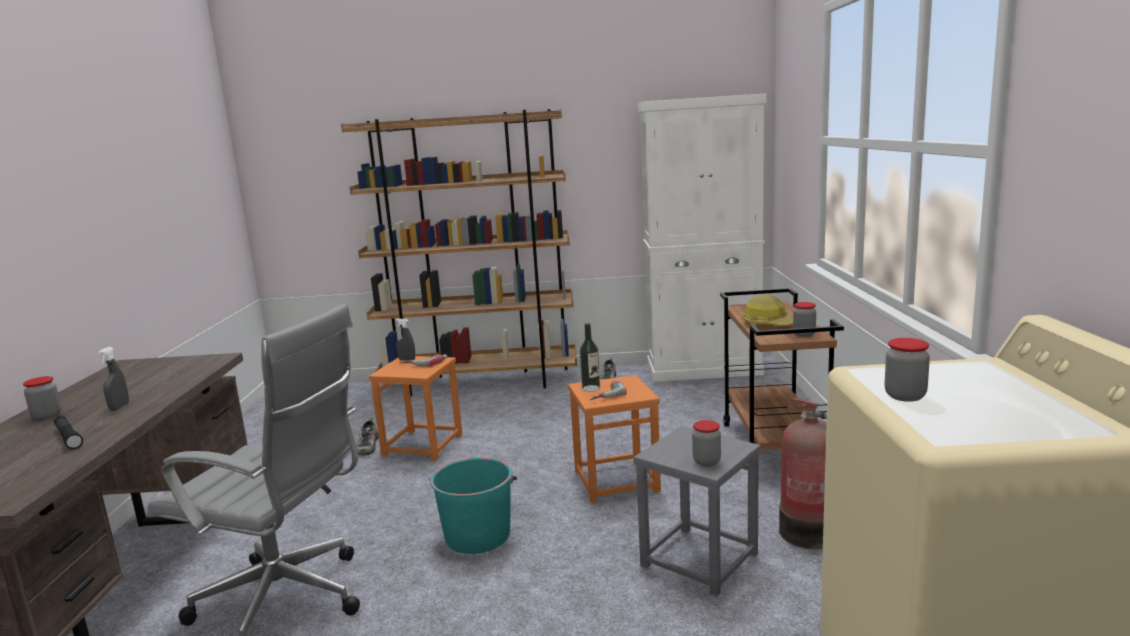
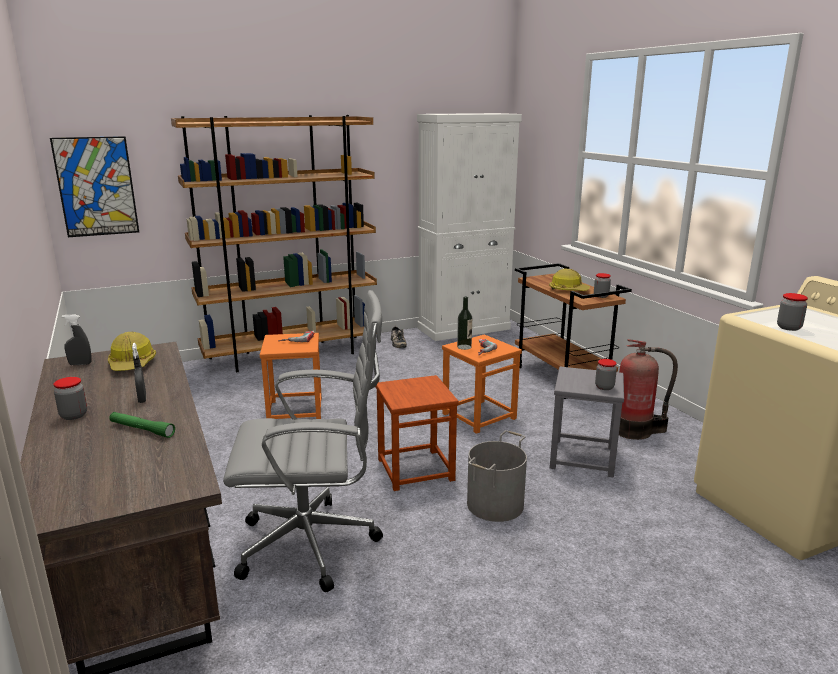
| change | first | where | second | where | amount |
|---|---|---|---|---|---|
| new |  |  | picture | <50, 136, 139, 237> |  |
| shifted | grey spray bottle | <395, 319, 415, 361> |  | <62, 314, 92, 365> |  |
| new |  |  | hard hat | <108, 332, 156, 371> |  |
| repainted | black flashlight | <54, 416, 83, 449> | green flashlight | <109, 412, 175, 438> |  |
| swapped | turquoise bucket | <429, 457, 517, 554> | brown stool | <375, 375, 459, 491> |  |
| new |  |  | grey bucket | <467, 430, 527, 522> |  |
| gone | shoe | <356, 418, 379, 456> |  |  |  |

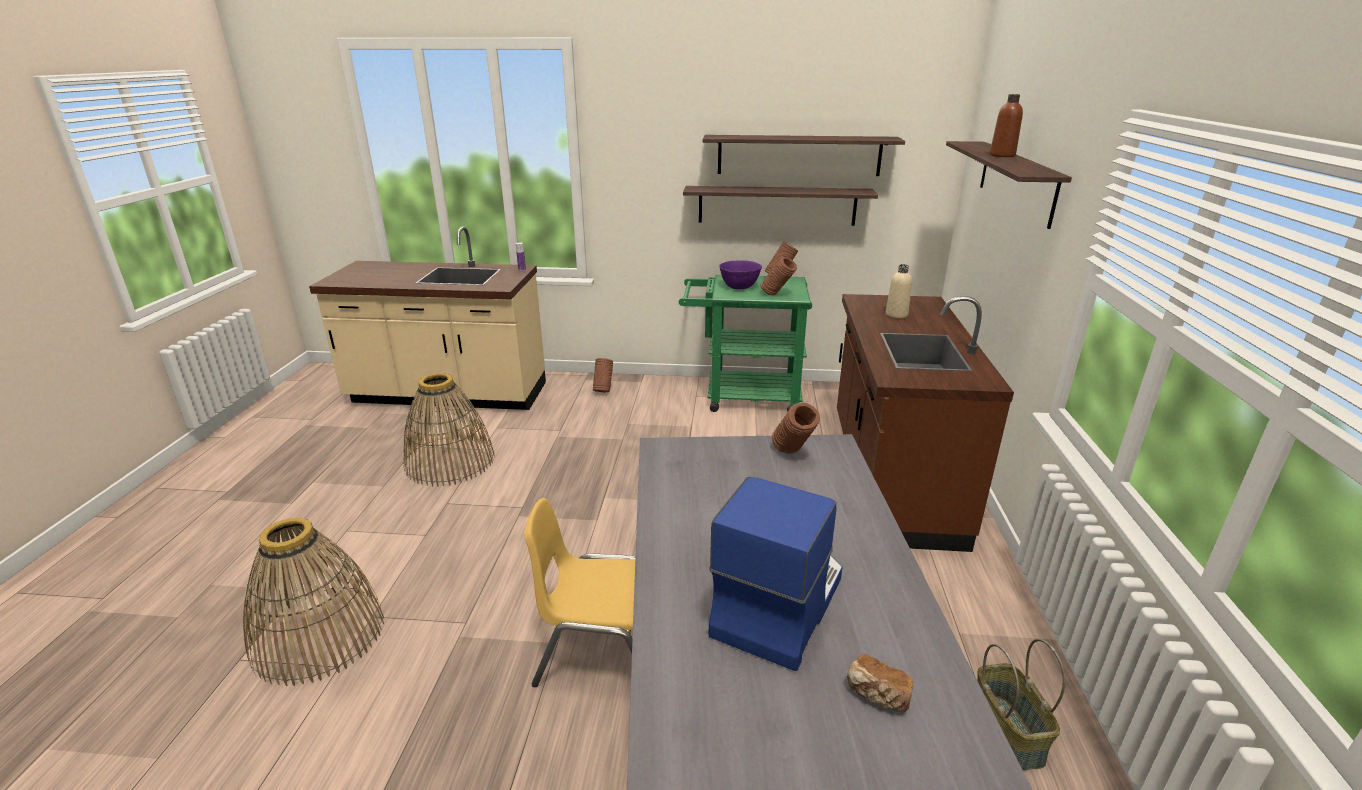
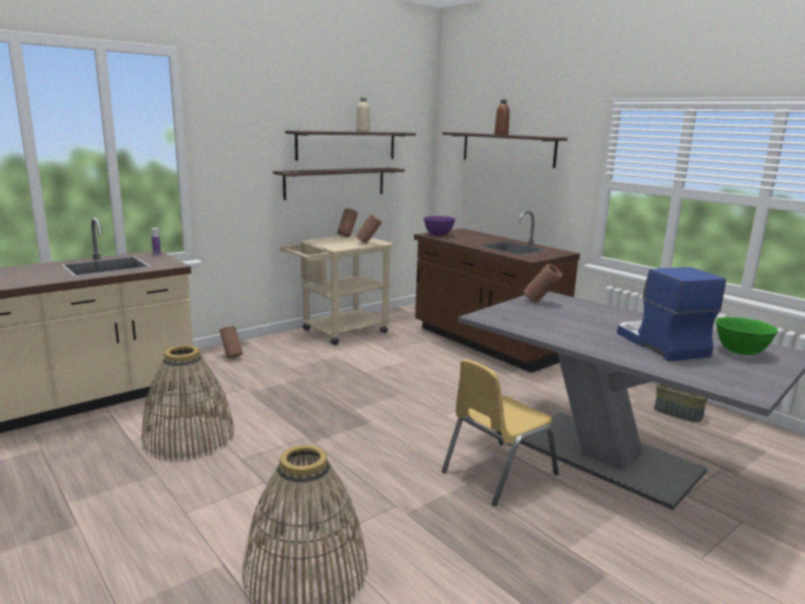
| change | first | where | second | where | amount |
|---|---|---|---|---|---|
| repainted | green cart | <679, 275, 812, 412> | beige cart | <280, 234, 394, 345> |  |
| shifted | beige bottle | <886, 264, 912, 318> |  | <356, 98, 370, 132> |  |
| shifted | purple bowl | <719, 260, 762, 289> |  | <424, 216, 455, 236> |  |
| swapped | bread | <847, 654, 913, 712> | green bowl | <716, 317, 778, 355> |  |

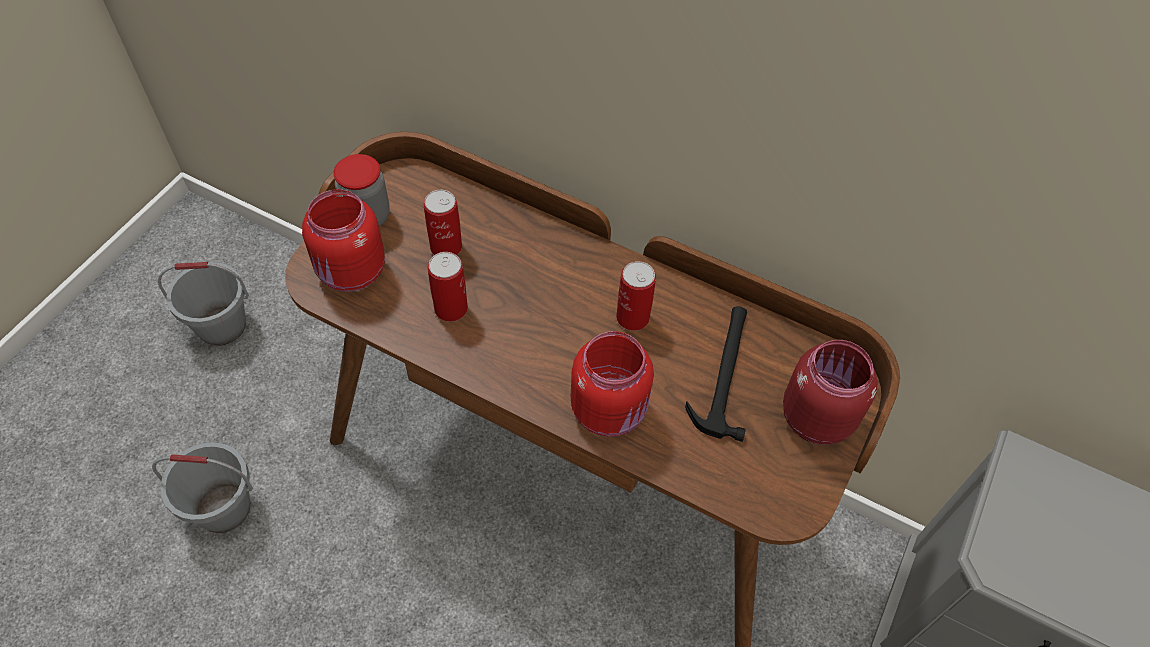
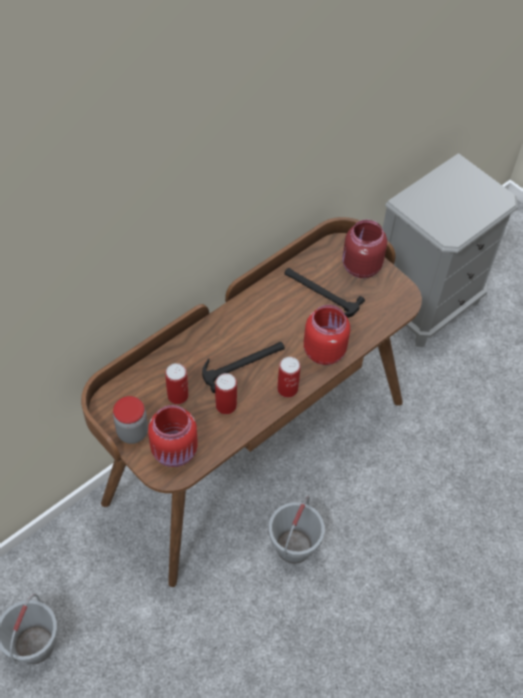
| change | first | where | second | where | amount |
|---|---|---|---|---|---|
| new |  |  | hammer | <202, 342, 285, 393> |  |
| shifted | grey bucket | <152, 442, 253, 533> |  | <268, 496, 325, 563> |  |
| shifted | can | <616, 261, 656, 331> |  | <277, 357, 300, 398> |  |

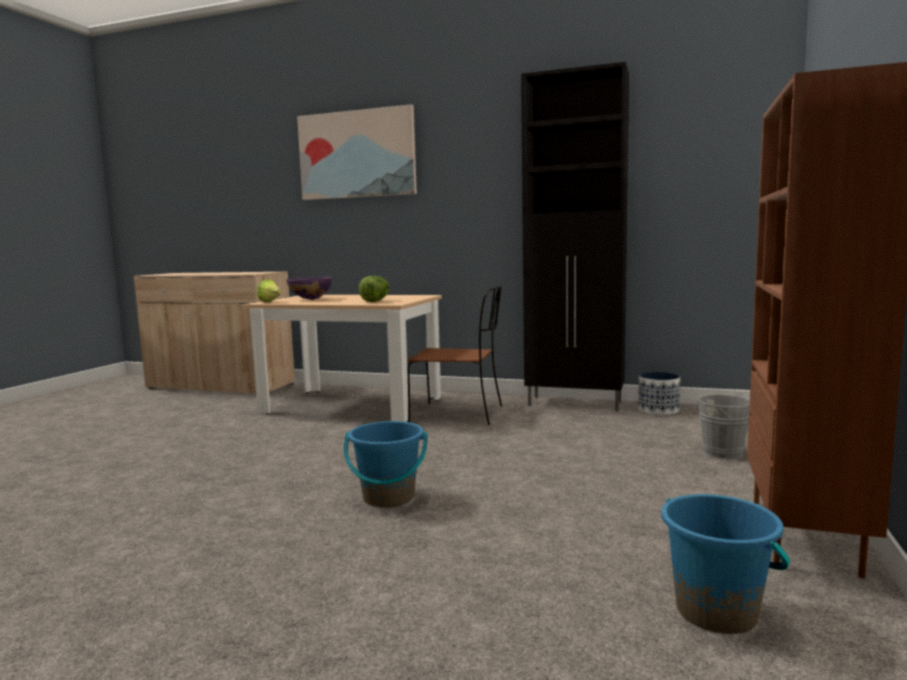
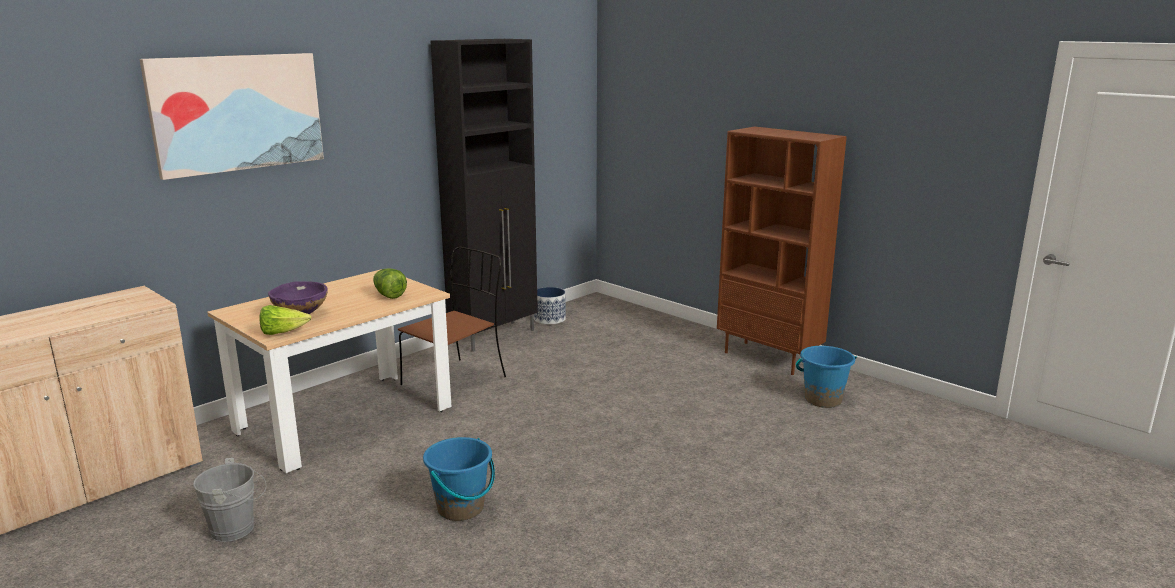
| change | first | where | second | where | amount |
|---|---|---|---|---|---|
| shifted | grey bucket | <698, 391, 750, 459> |  | <193, 458, 266, 542> |  |
| shifted | blue bucket | <344, 421, 428, 508> |  | <423, 437, 495, 521> |  |

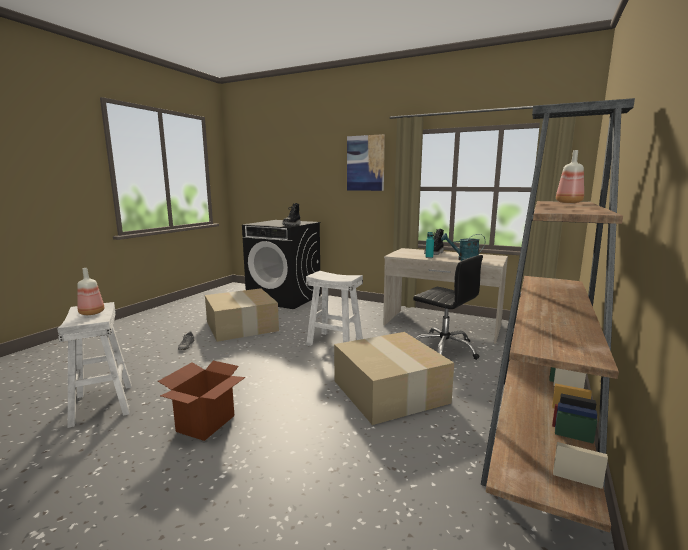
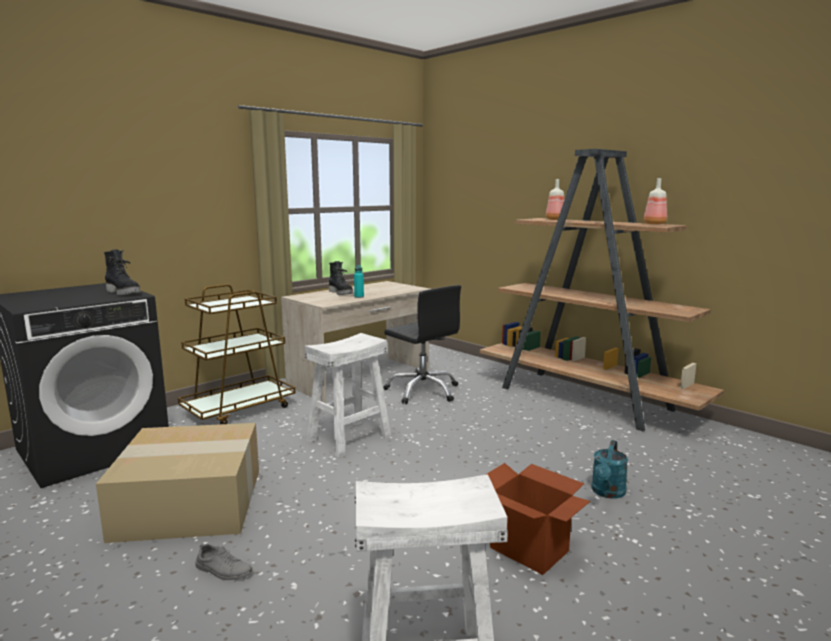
| change | first | where | second | where | amount |
|---|---|---|---|---|---|
| new |  |  | brown cart | <178, 284, 295, 424> |  |
| rotated | black office chair | <413, 255, 483, 360> |  | <384, 285, 461, 404> | 75 degrees clockwise |
| shifted | turquoise watering can | <441, 233, 485, 261> |  | <591, 440, 628, 499> |  |
| shifted | bottle | <77, 268, 104, 315> |  | <644, 178, 667, 225> |  |
| gone | cardboard box | <334, 332, 454, 425> |  |  |  |
| gone | picture | <347, 134, 385, 191> |  |  |  |

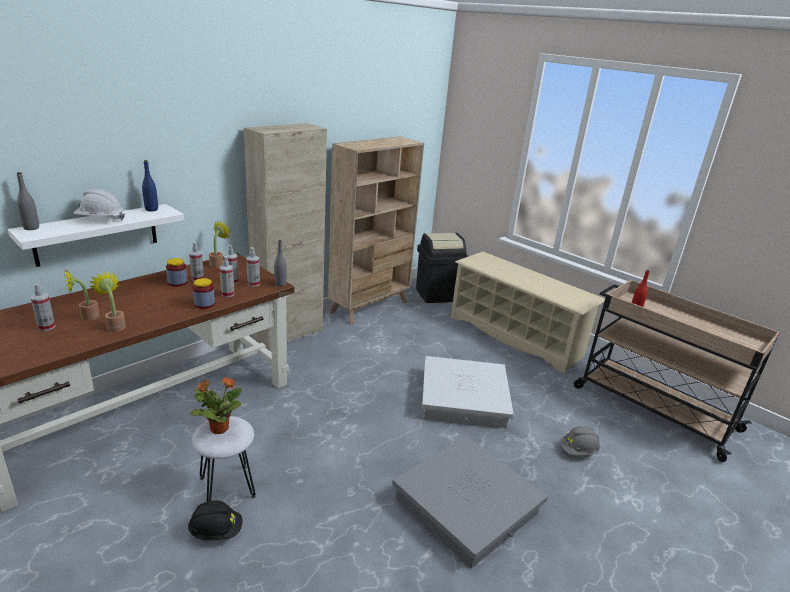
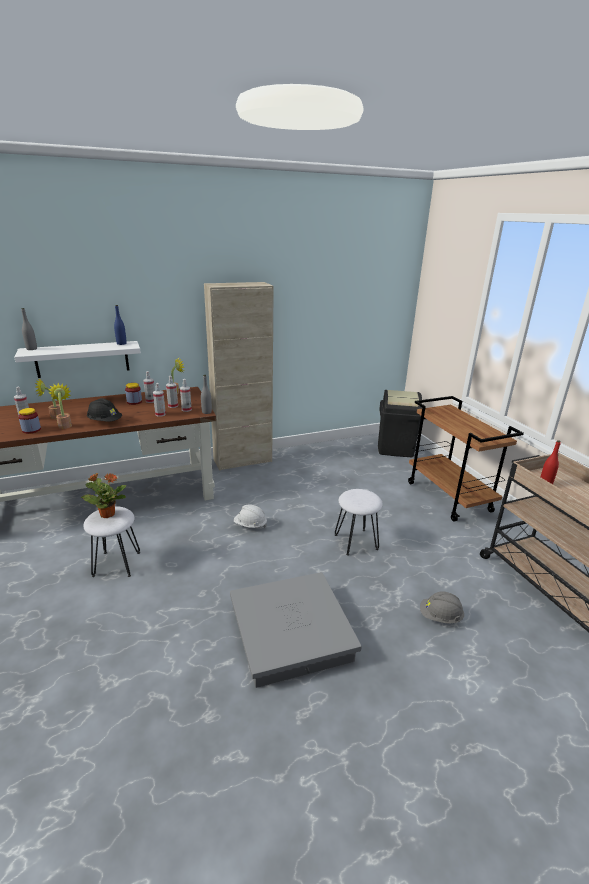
| change | first | where | second | where | amount |
|---|---|---|---|---|---|
| shifted | jar | <192, 278, 215, 309> |  | <18, 408, 41, 434> |  |
| shifted | black hard hat | <188, 500, 242, 541> |  | <87, 398, 122, 422> |  |
| shifted | white hard hat | <73, 189, 125, 220> |  | <234, 505, 267, 529> |  |
| swapped | white storage box | <422, 356, 514, 428> | white stool | <335, 489, 383, 556> |  |
| swapped | beige shoe rack | <451, 252, 605, 373> | brown cart | <408, 396, 524, 522> |  |
| gone | beige bookcase | <328, 137, 424, 325> |  |  |  |

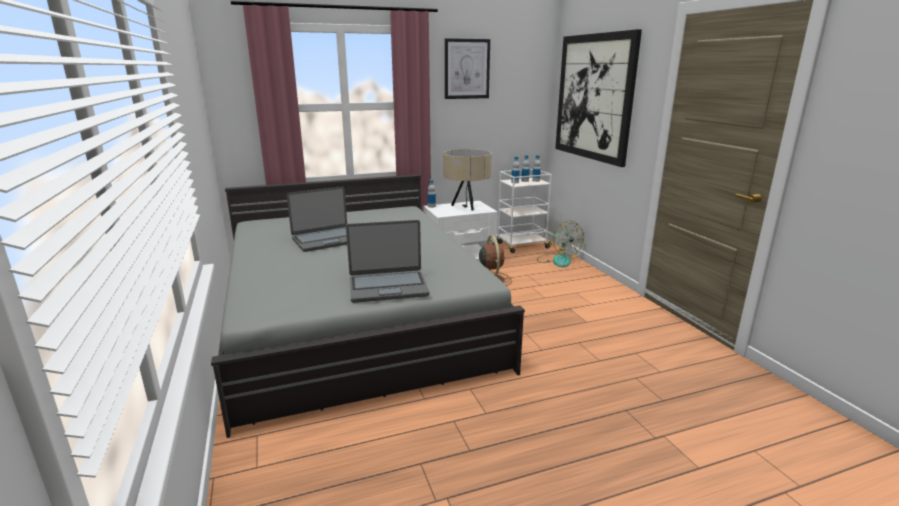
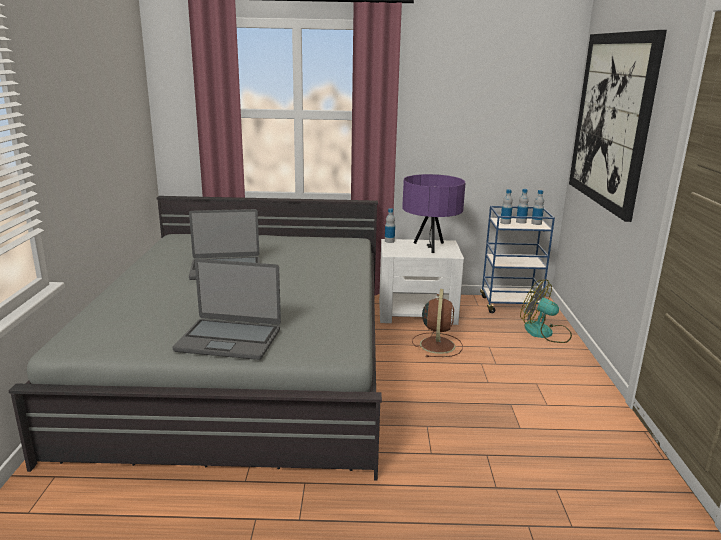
| change | first | where | second | where | amount |
|---|---|---|---|---|---|
| repainted | beige table lamp | <443, 149, 492, 211> | purple table lamp | <402, 174, 465, 253> |  |
| repainted | white cart | <496, 169, 552, 253> | blue cart | <480, 206, 555, 313> |  |
| rotated | fan | <537, 221, 584, 267> |  | <520, 279, 572, 343> | 135 degrees clockwise |
| gone | picture | <445, 38, 490, 99> |  |  |  |

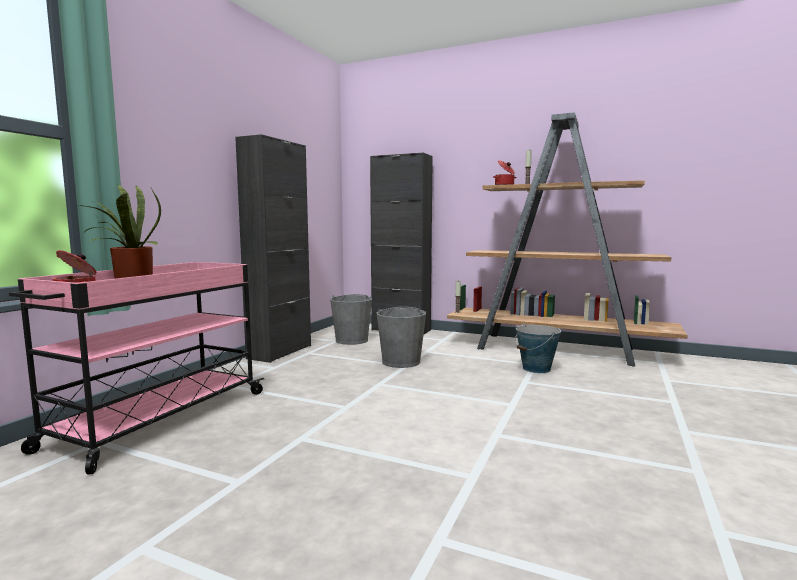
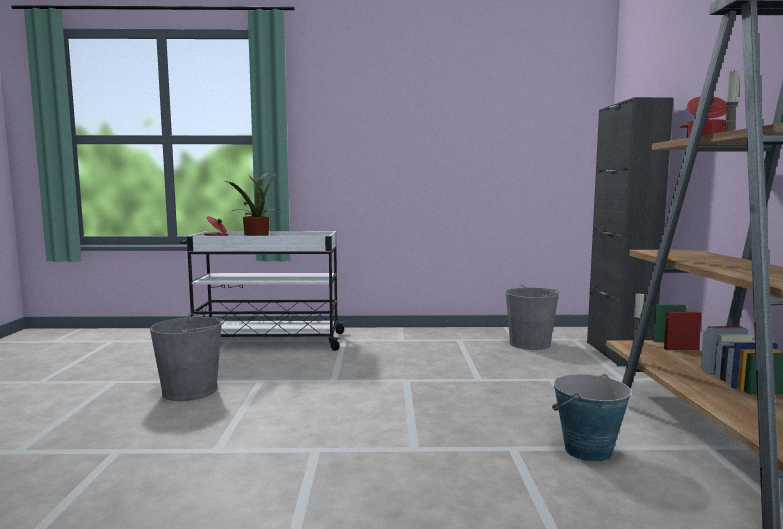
| change | first | where | second | where | amount |
|---|---|---|---|---|---|
| shifted | grey bucket | <377, 307, 426, 368> |  | <150, 313, 224, 401> |  |
| repainted | pink cart | <9, 262, 264, 475> | white cart | <180, 231, 345, 351> |  |
| gone | black cabinet | <235, 134, 311, 363> |  |  |  |

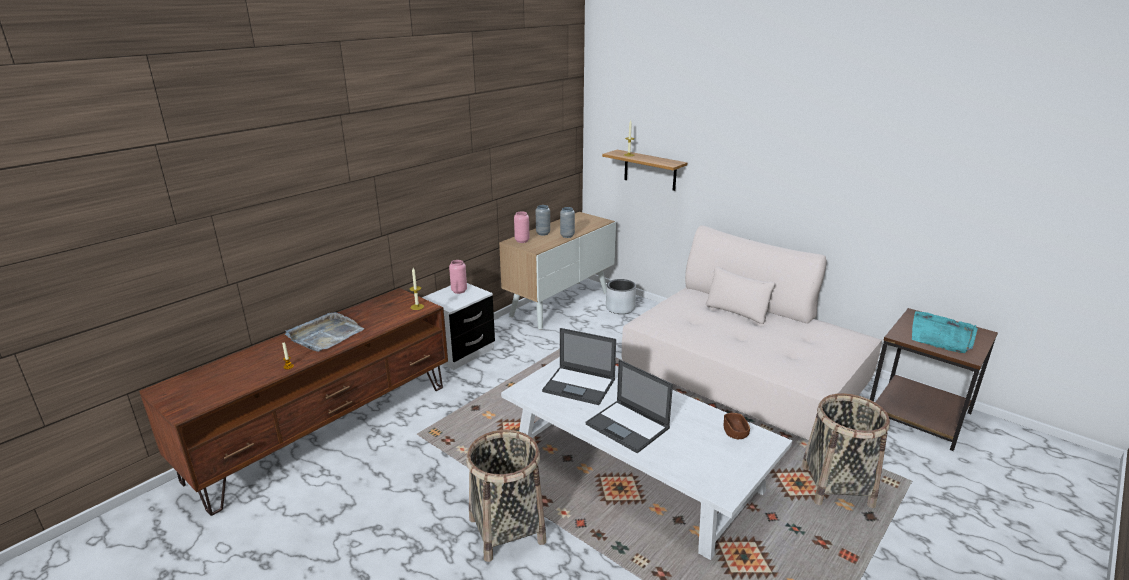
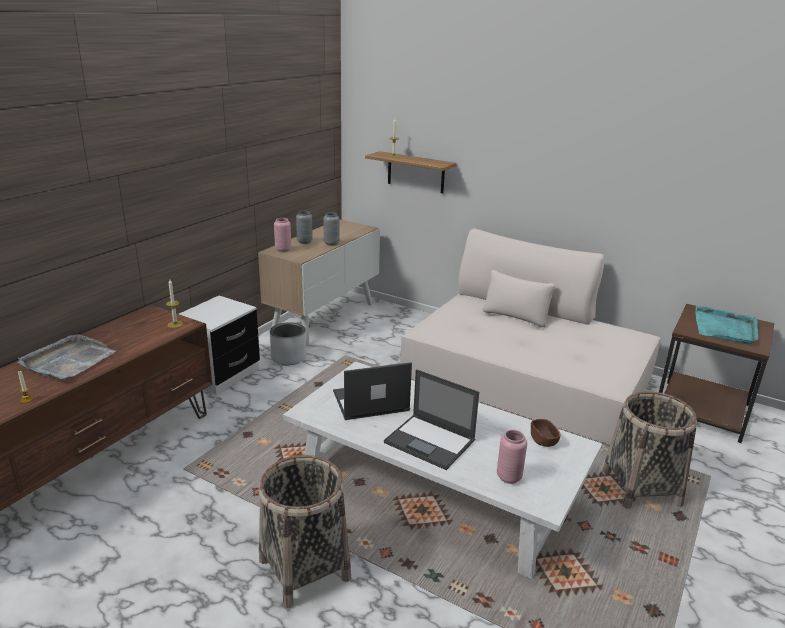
| change | first | where | second | where | amount |
|---|---|---|---|---|---|
| shifted | grey planter | <606, 279, 636, 314> |  | <270, 322, 307, 365> |  |
| rotated | laptop | <542, 328, 616, 405> |  | <333, 362, 412, 420> | 150 degrees clockwise |
| shifted | pink vase | <449, 260, 467, 294> |  | <497, 430, 527, 484> |  |

